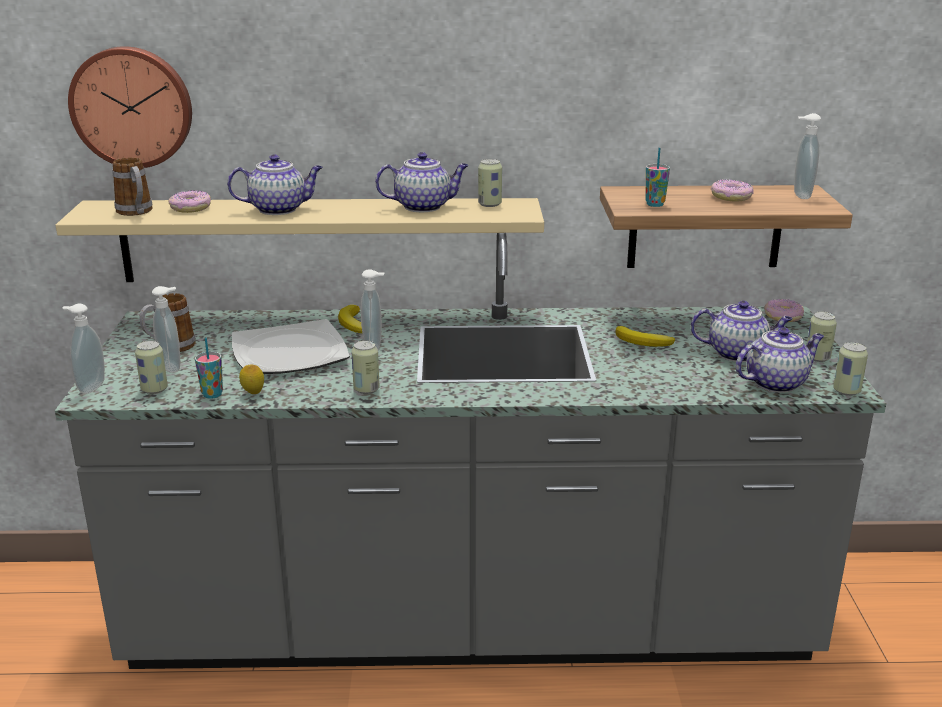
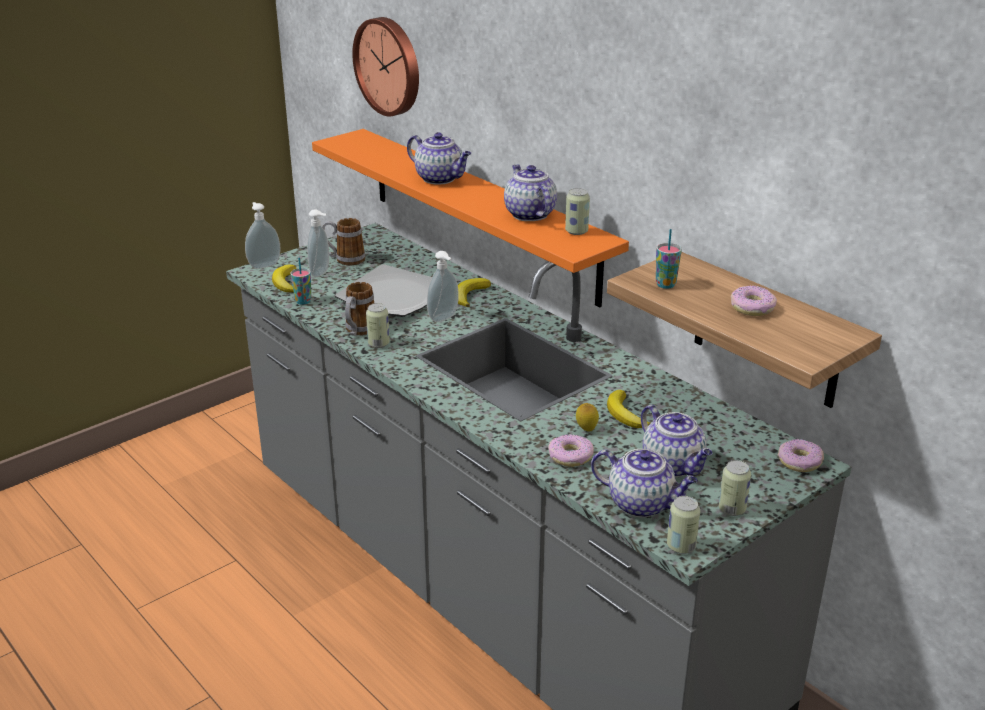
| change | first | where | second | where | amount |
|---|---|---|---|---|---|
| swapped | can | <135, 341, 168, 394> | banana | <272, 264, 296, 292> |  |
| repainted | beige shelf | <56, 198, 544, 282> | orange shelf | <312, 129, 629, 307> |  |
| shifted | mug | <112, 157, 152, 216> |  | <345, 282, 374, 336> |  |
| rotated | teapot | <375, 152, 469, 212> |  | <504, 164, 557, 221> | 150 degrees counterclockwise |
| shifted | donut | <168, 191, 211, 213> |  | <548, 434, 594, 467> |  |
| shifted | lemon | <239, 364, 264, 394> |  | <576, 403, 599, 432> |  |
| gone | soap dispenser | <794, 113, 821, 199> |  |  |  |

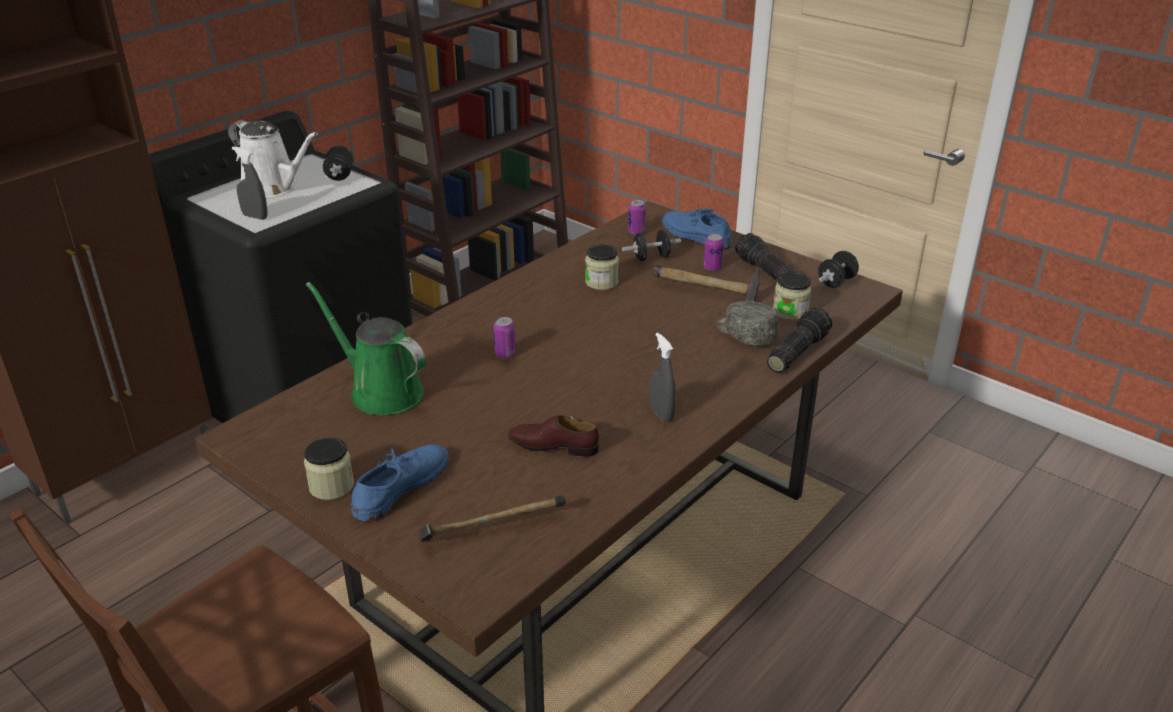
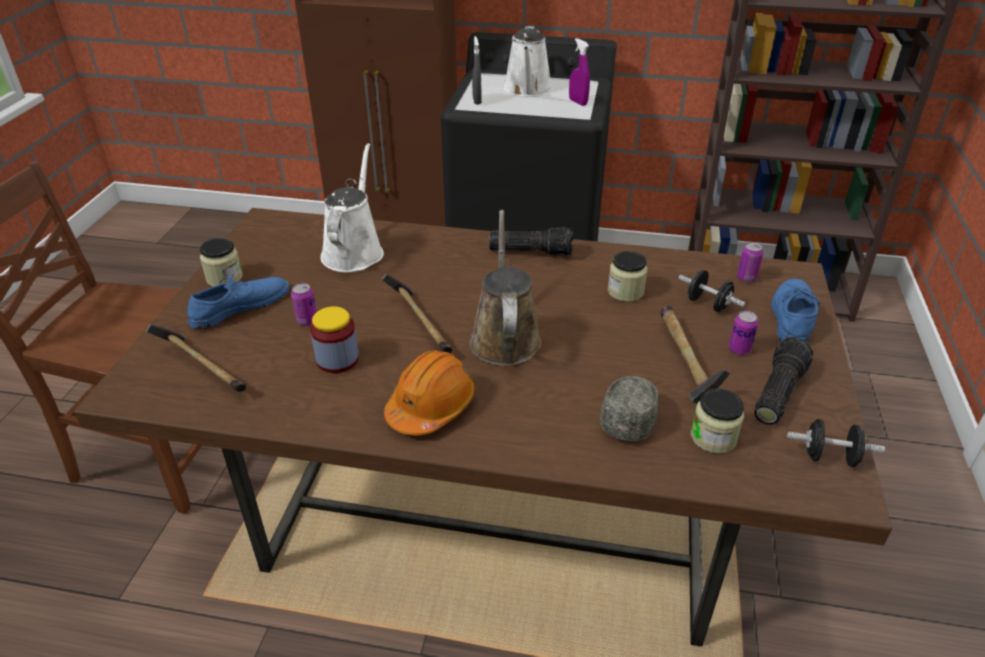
| change | first | where | second | where | amount |
|---|---|---|---|---|---|
| rotated | blue shoe | <351, 444, 449, 522> |  | <187, 273, 290, 330> | 45 degrees counterclockwise |
| shifted | can | <494, 317, 516, 359> |  | <291, 283, 317, 326> |  |
| swapped | brown shoe | <508, 415, 599, 457> | jar | <310, 306, 359, 373> |  |
| repainted | green watering can | <306, 282, 426, 415> | white watering can | <320, 143, 384, 272> |  |
| new |  |  | hammer | <382, 274, 453, 353> |  |
| swapped | grey spray bottle | <649, 333, 676, 422> | orange hard hat | <384, 350, 475, 435> |  |
| new |  |  | brown watering can | <469, 210, 542, 366> |  |
| shifted | flashlight | <767, 308, 832, 373> |  | <489, 227, 573, 256> |  |
| swapped | black dumbbell | <323, 145, 354, 181> | purple spray bottle | <569, 38, 590, 106> |  |

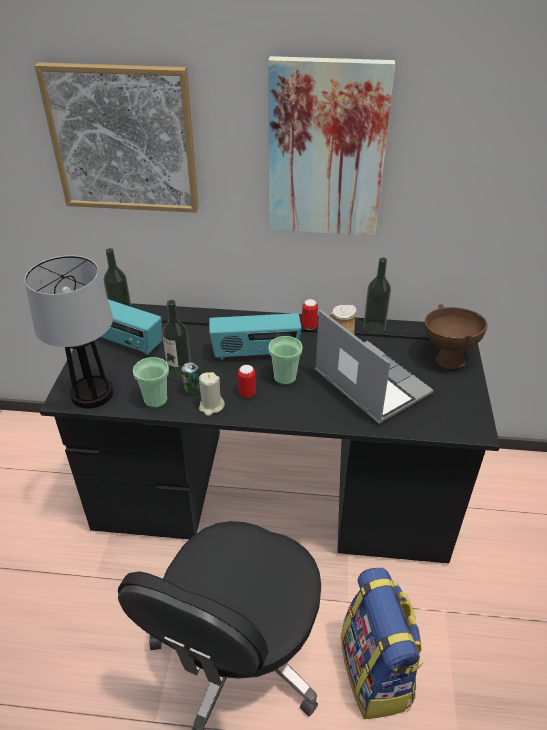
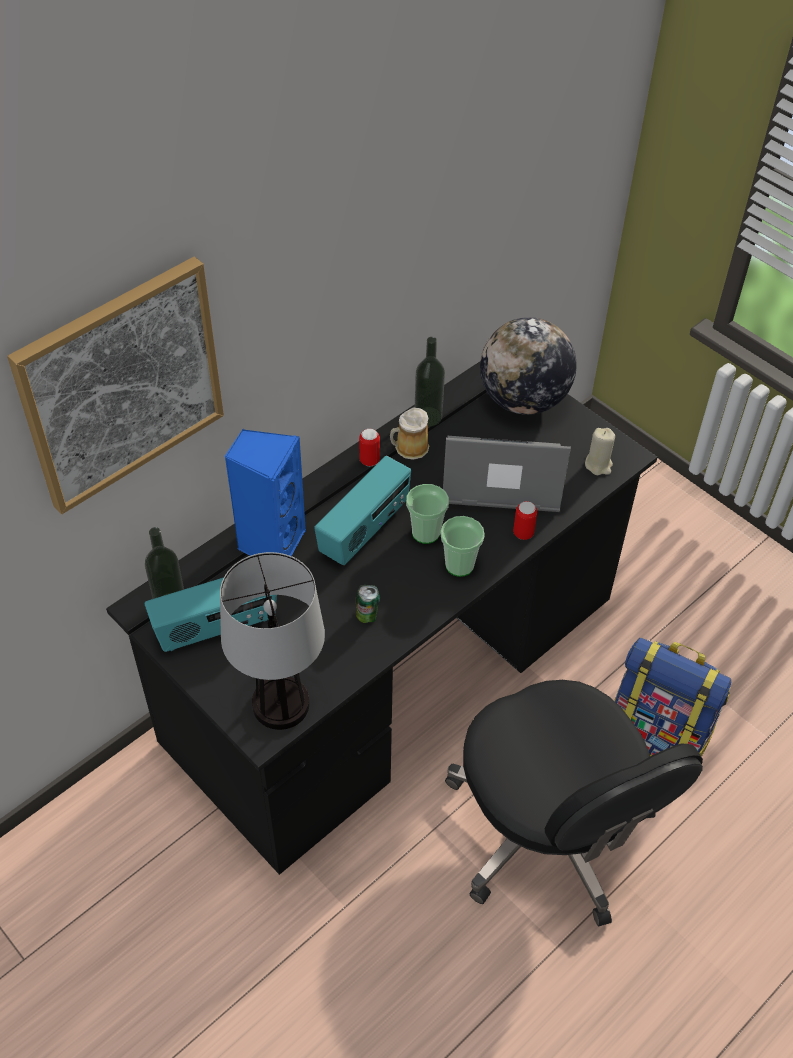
| change | first | where | second | where | amount |
|---|---|---|---|---|---|
| new |  |  | blue speaker | <224, 429, 306, 556> |  |
| shifted | cup | <133, 357, 169, 408> |  | <440, 516, 485, 577> |  |
| swapped | brown bowl | <425, 304, 488, 369> | globe | <480, 317, 577, 415> |  |
| shifted | can | <238, 365, 256, 398> |  | <513, 501, 537, 540> |  |
| shifted | beige candle | <199, 372, 225, 416> |  | <585, 428, 615, 475> |  |
| gone | bottle | <162, 300, 191, 381> |  |  |  |
| gone | picture | <268, 56, 395, 236> |  |  |  |

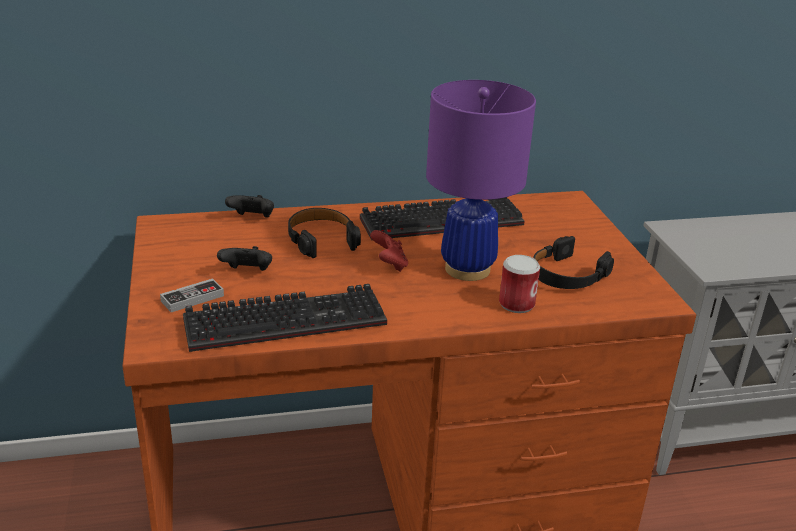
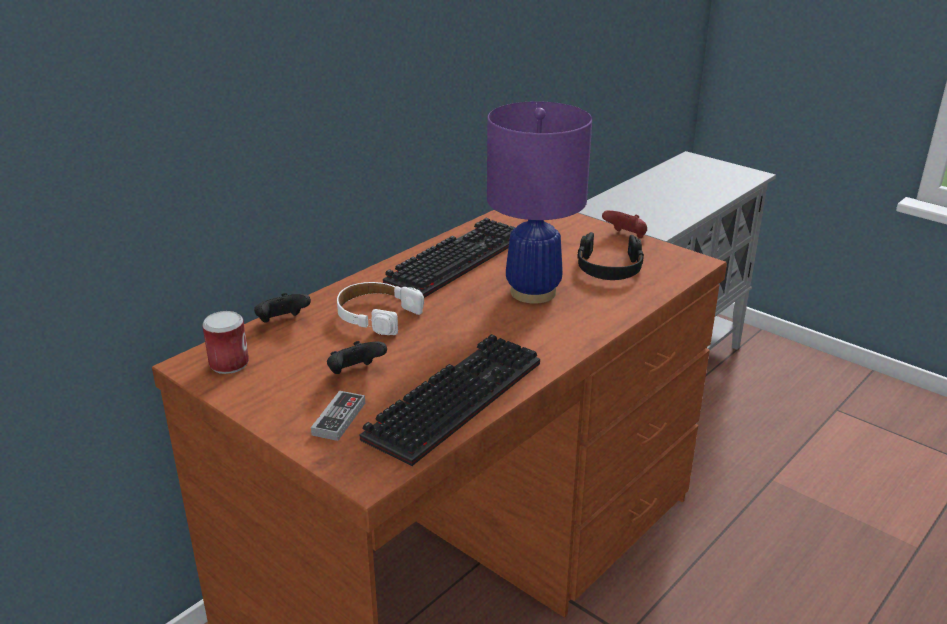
| change | first | where | second | where | amount |
|---|---|---|---|---|---|
| shifted | can | <499, 255, 540, 313> |  | <202, 311, 249, 374> |  |
| repainted | black headphones | <288, 208, 361, 258> | white headphones | <337, 282, 424, 335> |  |
| shifted | red game controller | <370, 230, 408, 272> |  | <602, 210, 647, 238> |  |

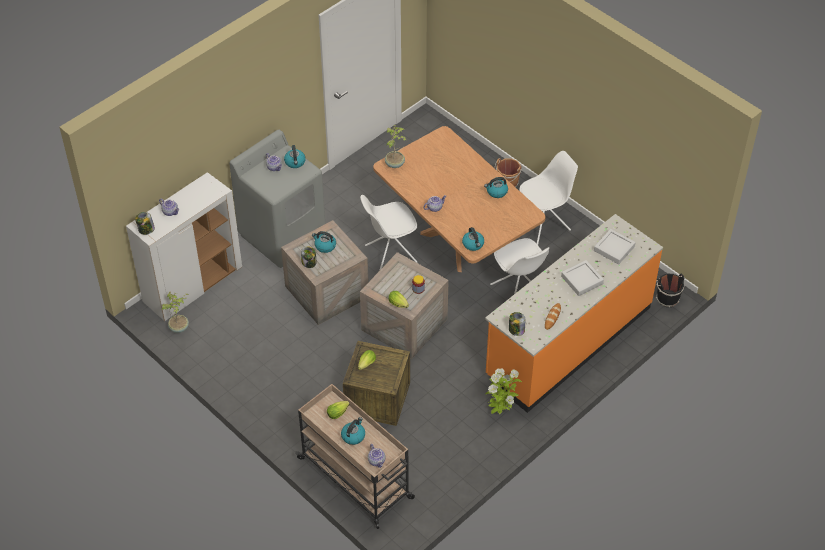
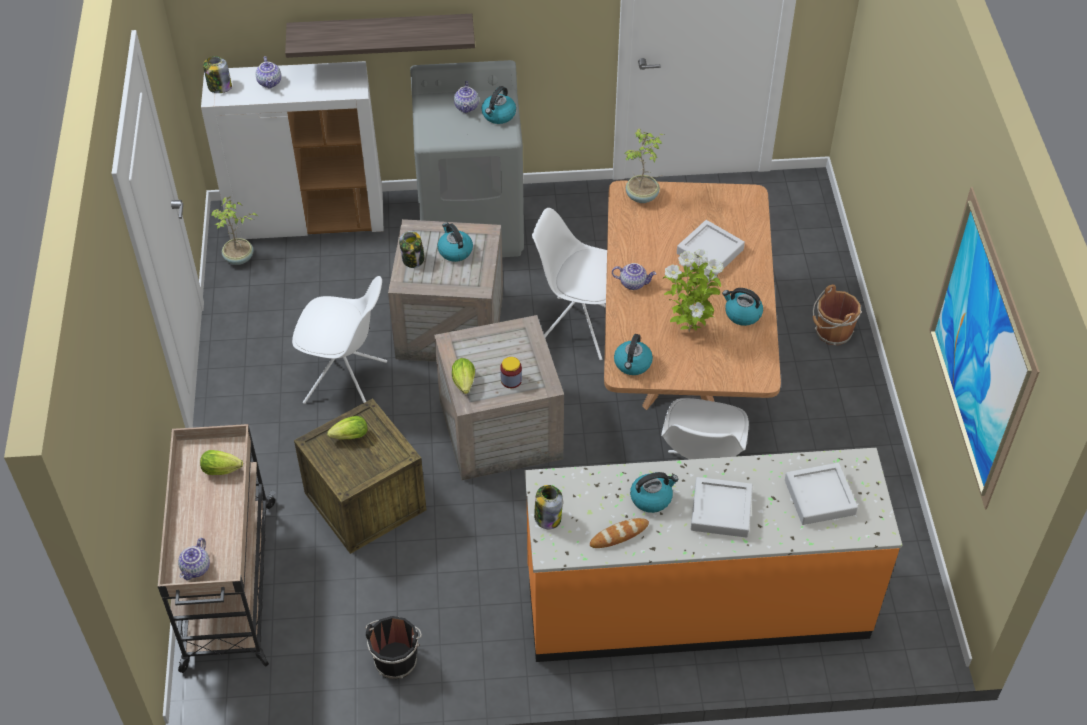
| change | first | where | second | where | amount |
|---|---|---|---|---|---|
| new |  |  | shelf | <285, 14, 475, 58> |  |
| shifted | white chair | <519, 151, 578, 245> |  | <292, 276, 387, 404> |  |
| shifted | black bucket | <656, 273, 684, 307> |  | <366, 616, 422, 679> |  |
| shifted | kettle | <341, 417, 365, 445> |  | <630, 472, 678, 513> |  |
| shifted | potted plant | <485, 368, 522, 414> |  | <663, 249, 724, 332> |  |
| new |  |  | grey tray | <677, 220, 745, 274> |  |
| new |  |  | picture | <929, 187, 1040, 509> |  |

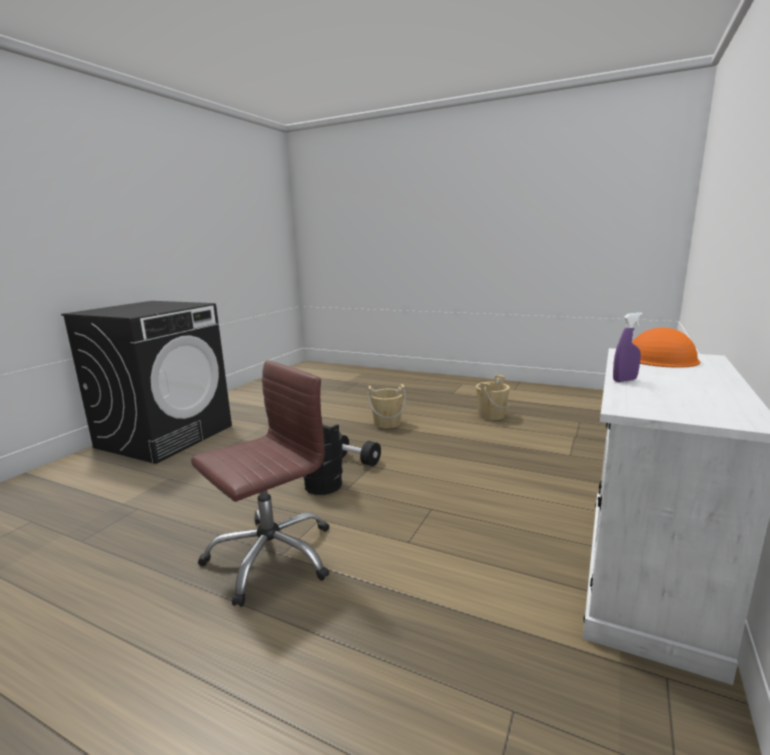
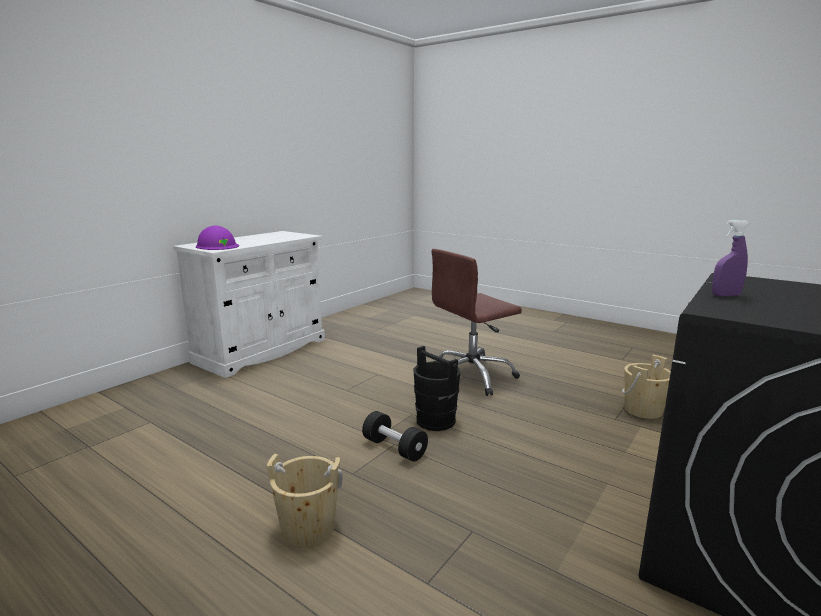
| change | first | where | second | where | amount |
|---|---|---|---|---|---|
| repainted | orange hard hat | <632, 327, 700, 368> | purple hard hat | <196, 226, 239, 250> |  |
| shifted | beige bucket | <476, 375, 510, 420> |  | <622, 355, 671, 419> |  |
| shifted | purple spray bottle | <613, 312, 643, 382> |  | <712, 220, 750, 296> |  |

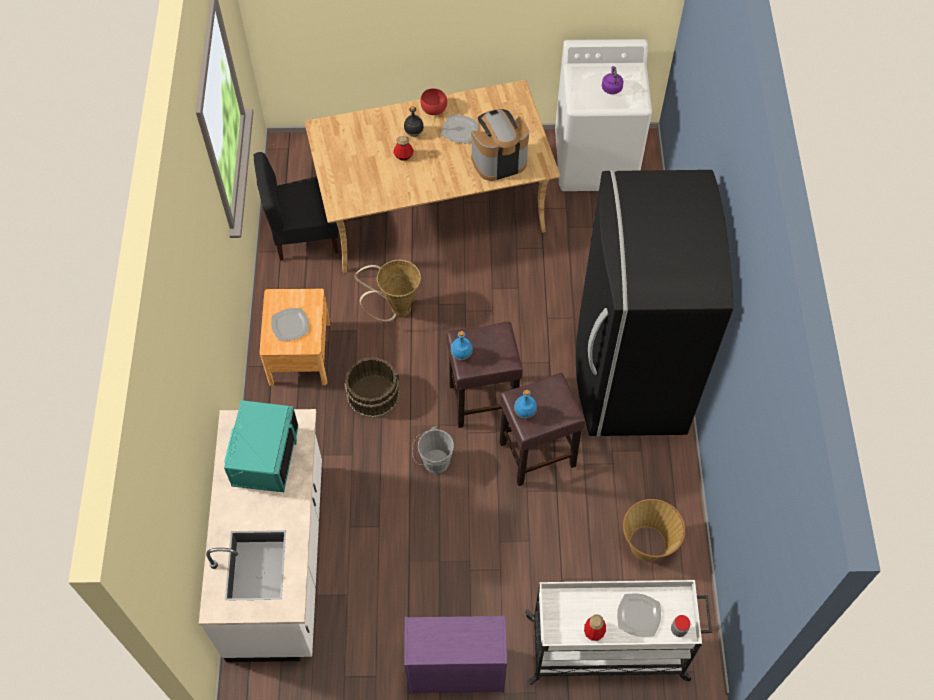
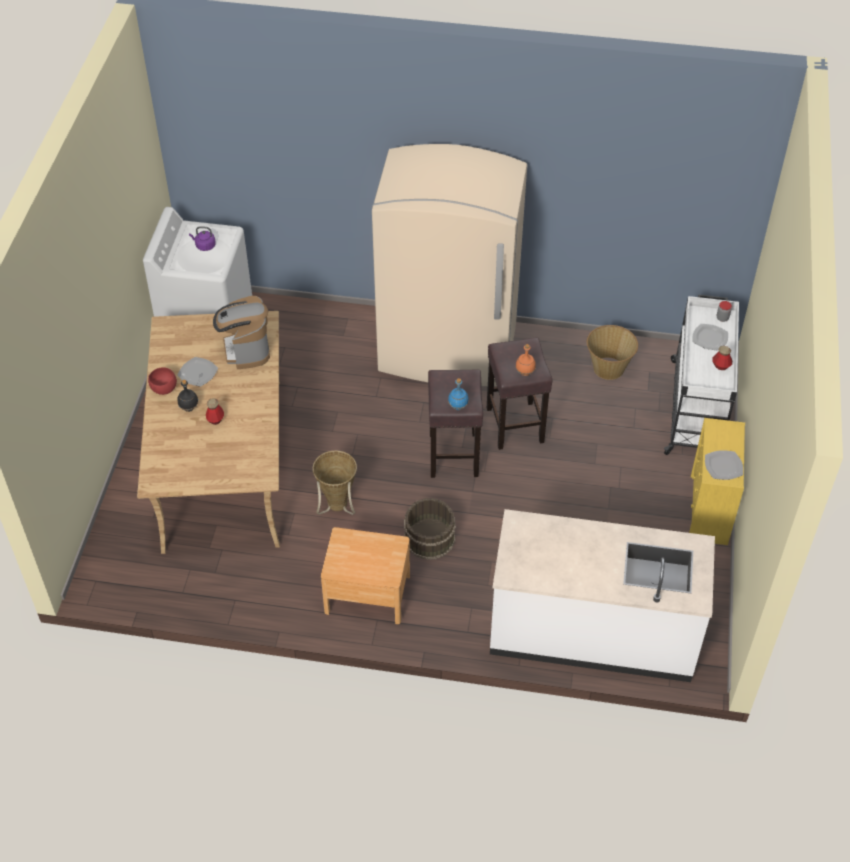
| change | first | where | second | where | amount |
|---|---|---|---|---|---|
| repainted | black fridge | <576, 170, 734, 437> | beige fridge | <372, 144, 527, 386> |  |
| repainted | blue bottle | <514, 390, 537, 418> | orange bottle | <516, 344, 536, 376> |  |
| repainted | purple dresser | <404, 615, 507, 694> | yellow dresser | <689, 418, 745, 545> |  |
| shifted | plate | <271, 308, 309, 341> |  | <705, 450, 743, 480> |  |
| gone | turquoise microwave | <224, 400, 298, 492> |  |  |  |
| gone | black chair | <254, 152, 339, 261> |  |  |  |
| gone | grey bucket | <412, 427, 454, 474> |  |  |  |

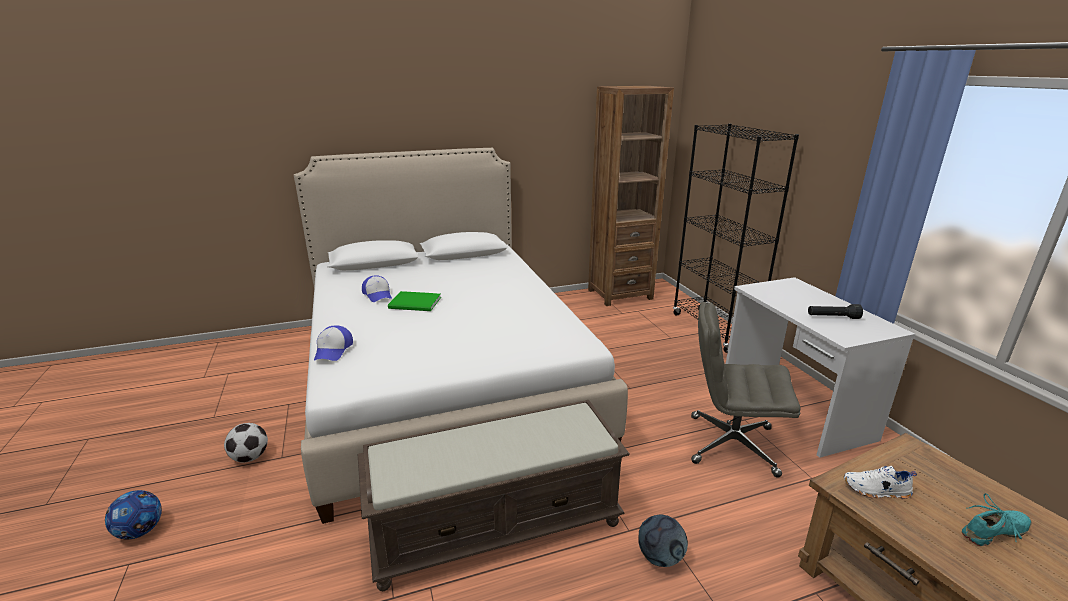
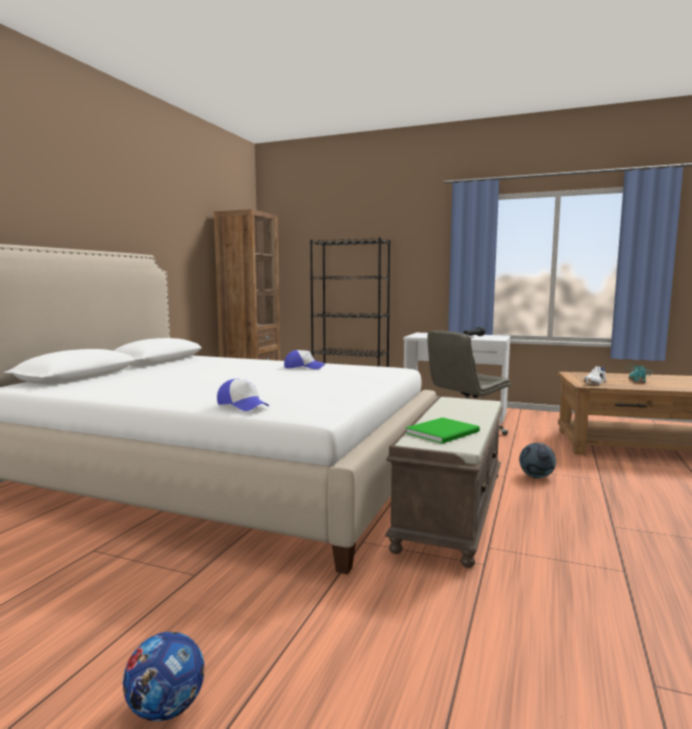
| change | first | where | second | where | amount |
|---|---|---|---|---|---|
| shifted | cap | <362, 275, 392, 302> |  | <284, 350, 325, 369> |  |
| shifted | green book | <388, 291, 441, 311> |  | <406, 417, 480, 444> |  |
| gone | football | <224, 423, 268, 462> |  |  |  |

